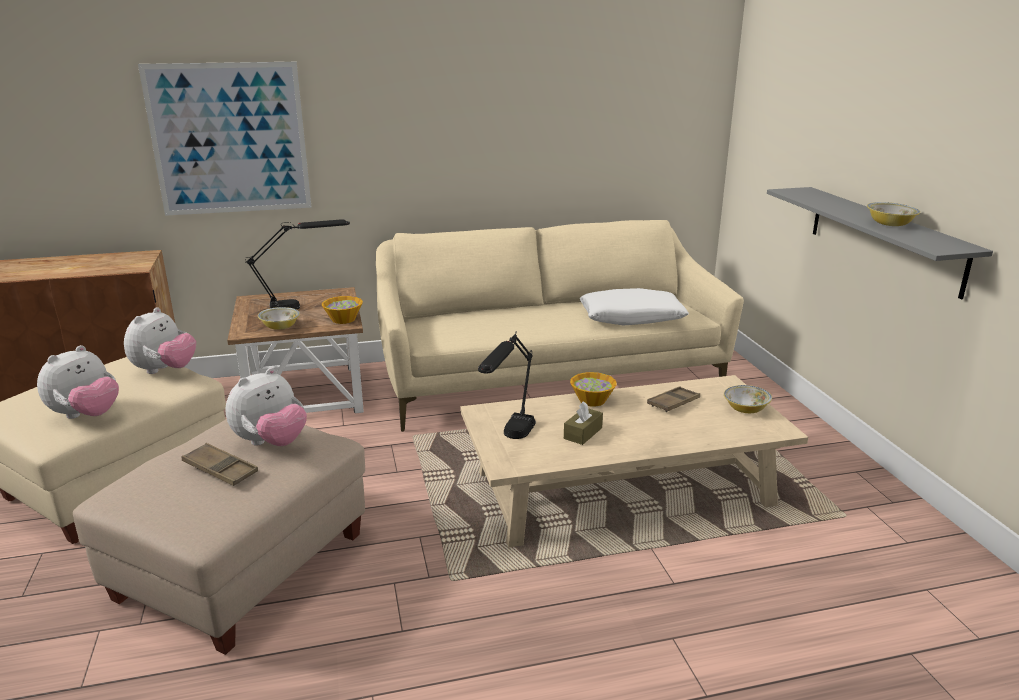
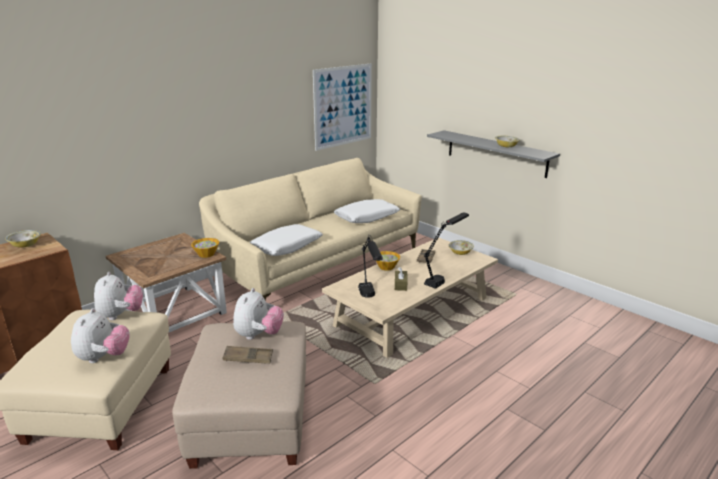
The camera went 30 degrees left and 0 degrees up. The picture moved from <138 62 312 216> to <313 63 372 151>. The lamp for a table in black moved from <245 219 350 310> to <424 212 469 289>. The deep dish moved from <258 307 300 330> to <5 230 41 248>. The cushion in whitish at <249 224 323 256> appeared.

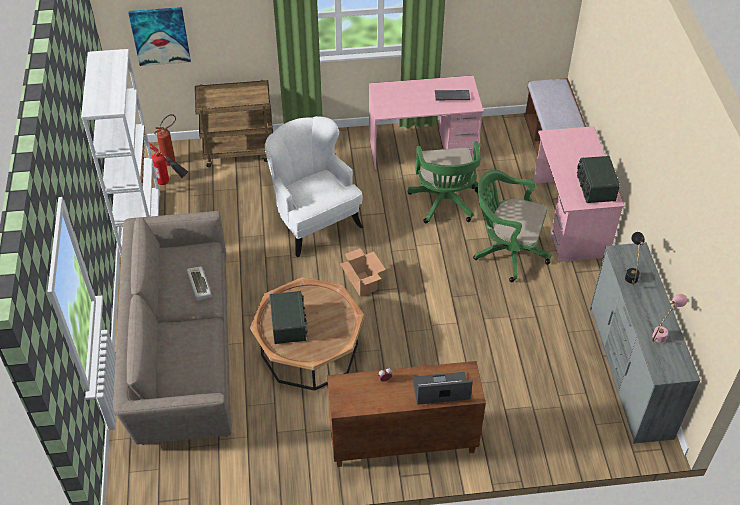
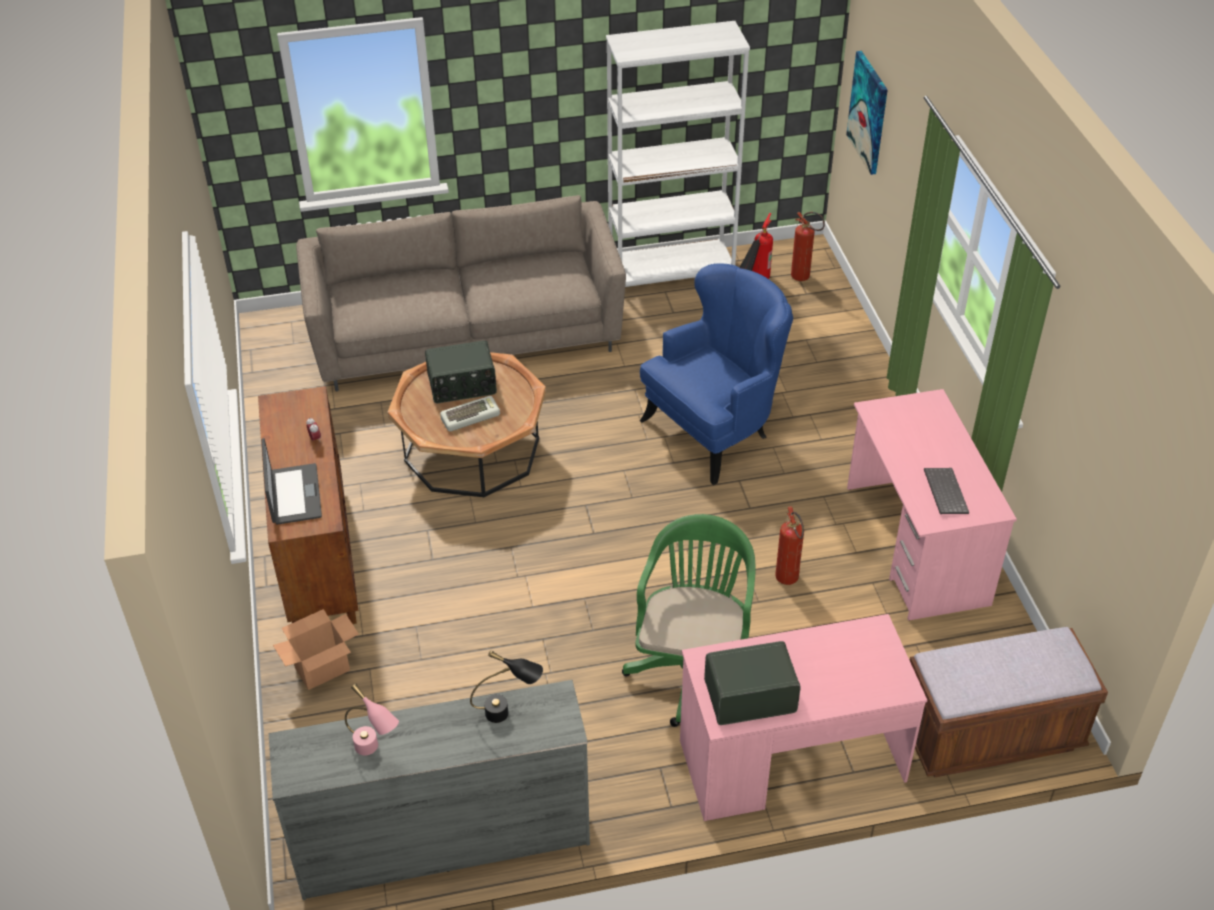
The camera went 85 degrees right and 5 degrees down. The PC keyboard moved from <187 266 212 301> to <440 396 500 431>. The cart in brownish at <195 80 273 167> disappeared. The lounge chair in whitish at <265 116 363 257> became the lounge chair in blue at <639 263 793 485>. The carton moved from <340 248 386 297> to <273 609 359 690>. The computer chair in green at <408 141 481 223> was replaced by the fire extinguisher at <775 506 804 585>.

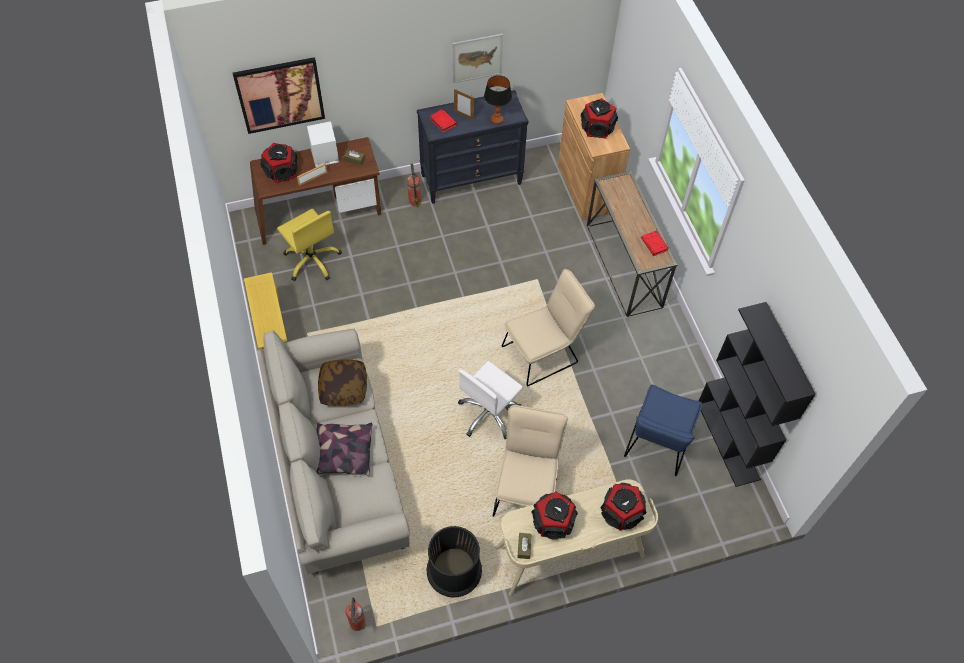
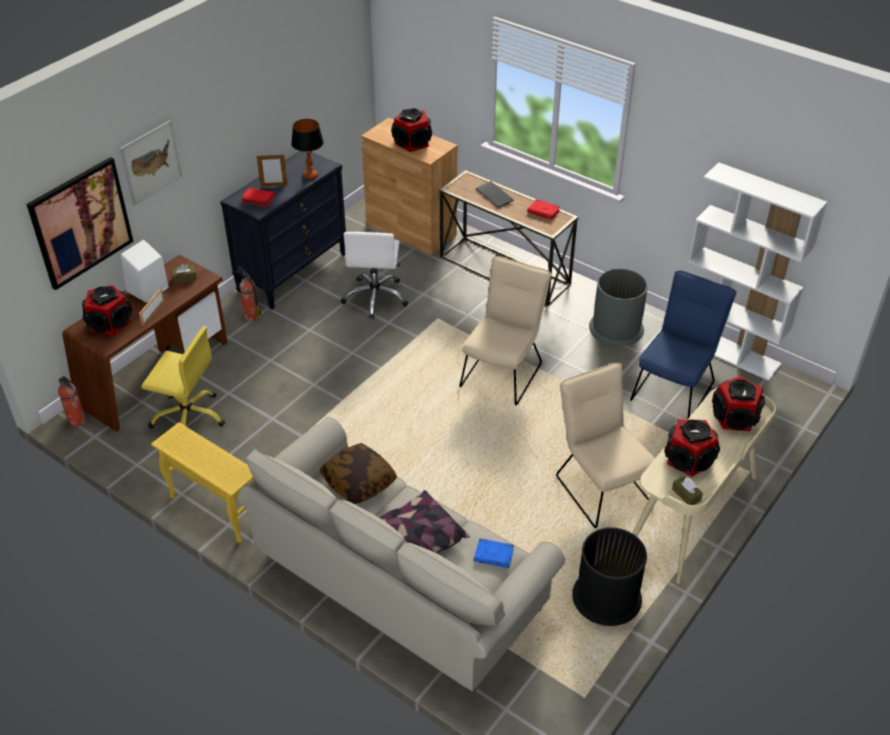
The camera went 35 degrees left and 15 degrees down. The fire extinguisher moved from <346 597 366 631> to <58 376 86 427>. The picture moved from <452 34 503 83> to <120 120 182 205>. The computer chair in whitish moved from <458 361 523 440> to <341 232 408 319>. The chair in blue at <624 385 702 476> turned 135 degrees counterclockwise. The bookshelf in black at <699 302 816 487> became the bookshelf in whitish at <688 162 827 381>. The bound book in blue at <474 538 514 568> appeared. The PC keyboard at <476 181 514 208> appeared. The waste bin in gray at <589 268 648 346> appeared.

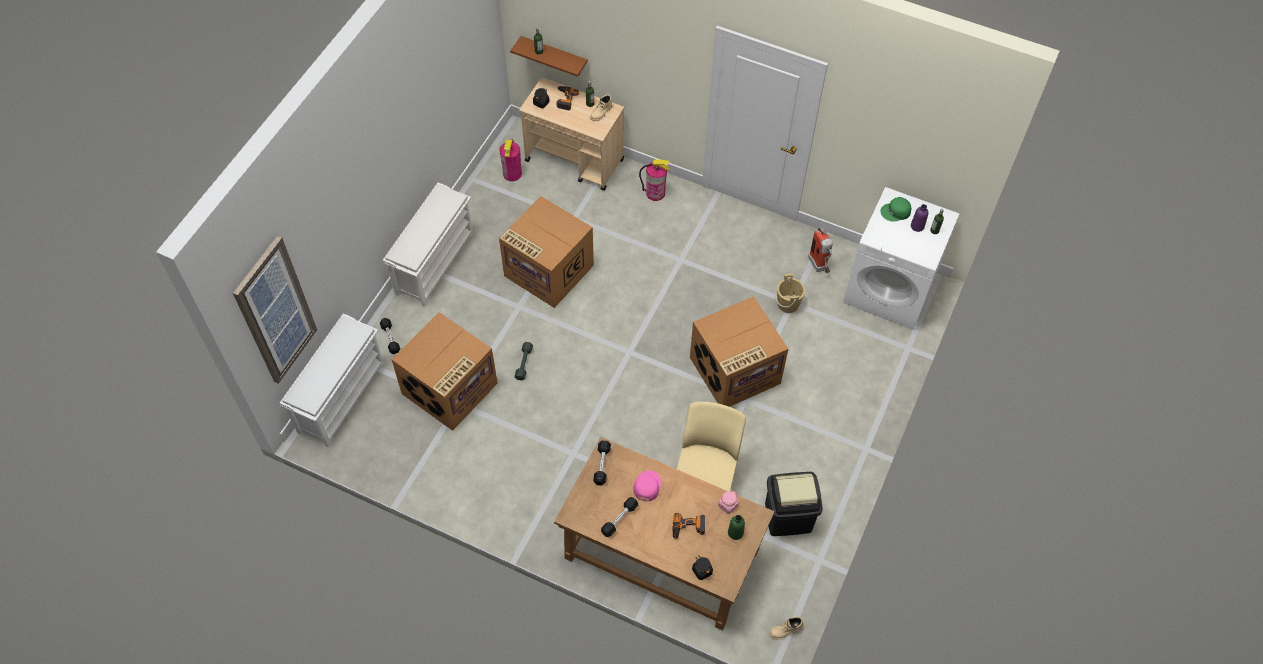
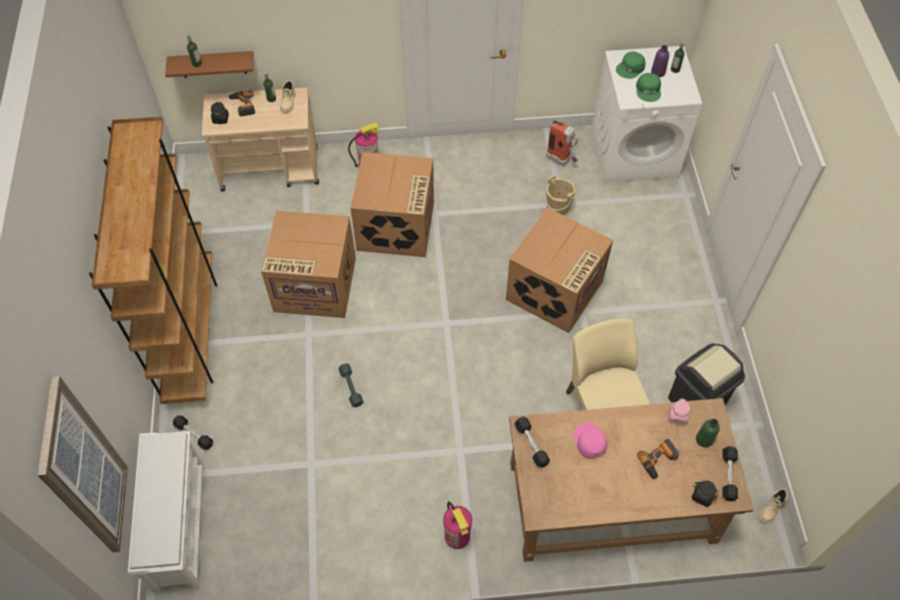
The camera went 30 degrees left and 0 degrees up. The shoe shelf in whitish at <383 183 473 307> was replaced by the bookshelf in brownish at <89 117 217 404>. The carton moved from <391 312 498 431> to <351 152 434 257>. The fire extinguisher moved from <499 139 522 181> to <443 501 472 549>. The free weight in black moved from <601 497 639 537> to <723 446 738 502>. The peaked cap in green at <636 73 661 102> appeared.

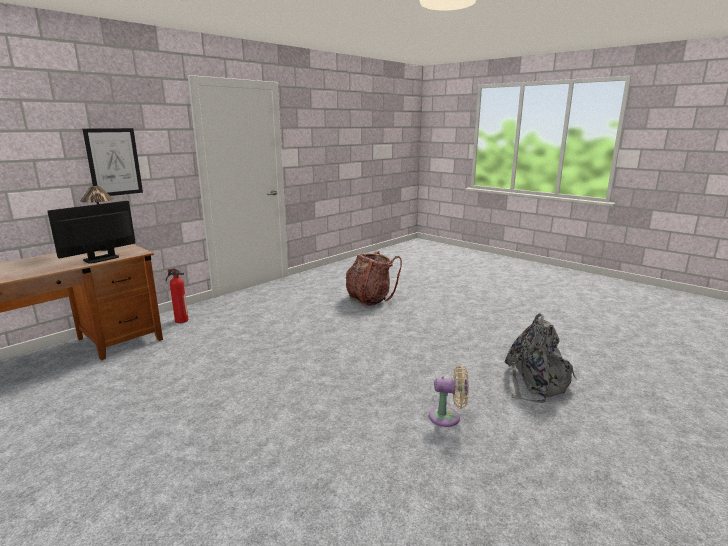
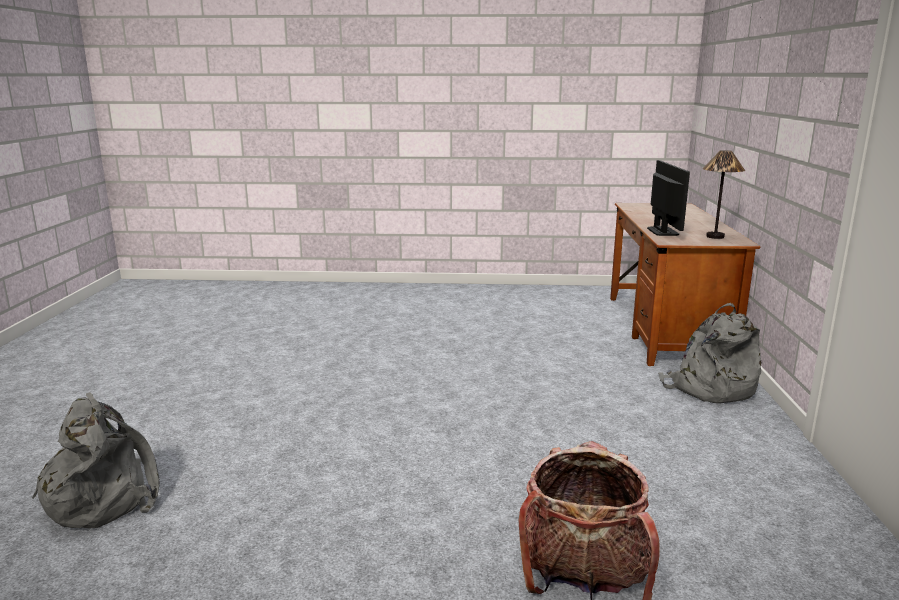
The camera went 140 degrees right and 0 degrees up. The picture at <83 128 143 196> disappeared. The fire extinguisher at <166 269 188 323> was replaced by the backpack in gray at <658 303 761 404>. The cooling fan in beige at <429 365 469 427> disappeared.

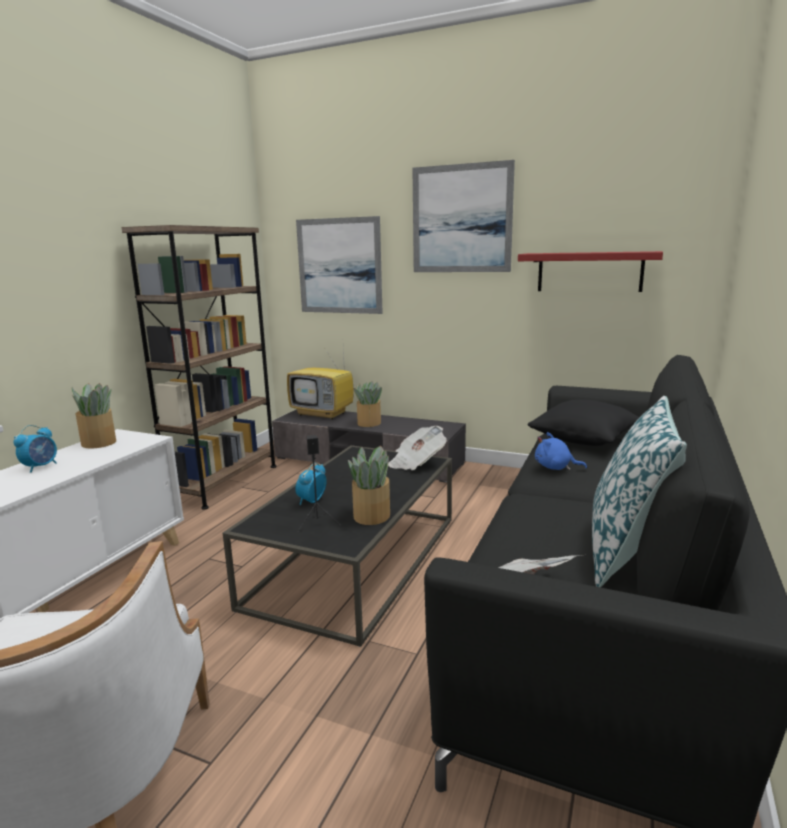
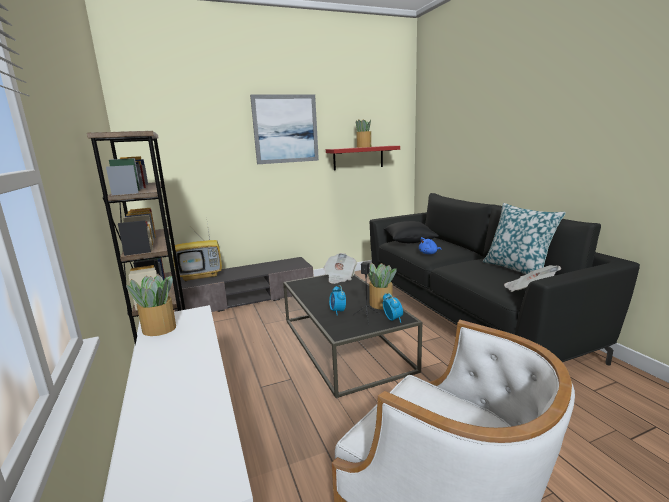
The camera went 45 degrees left and 0 degrees up. The alarm clock moved from <13 425 57 473> to <383 293 403 323>. The picture at <296 216 383 314> disappeared. The houseplant moved from <353 381 382 427> to <356 119 371 148>.

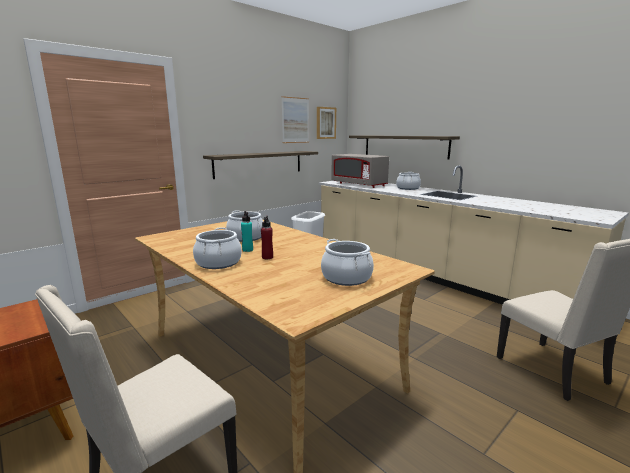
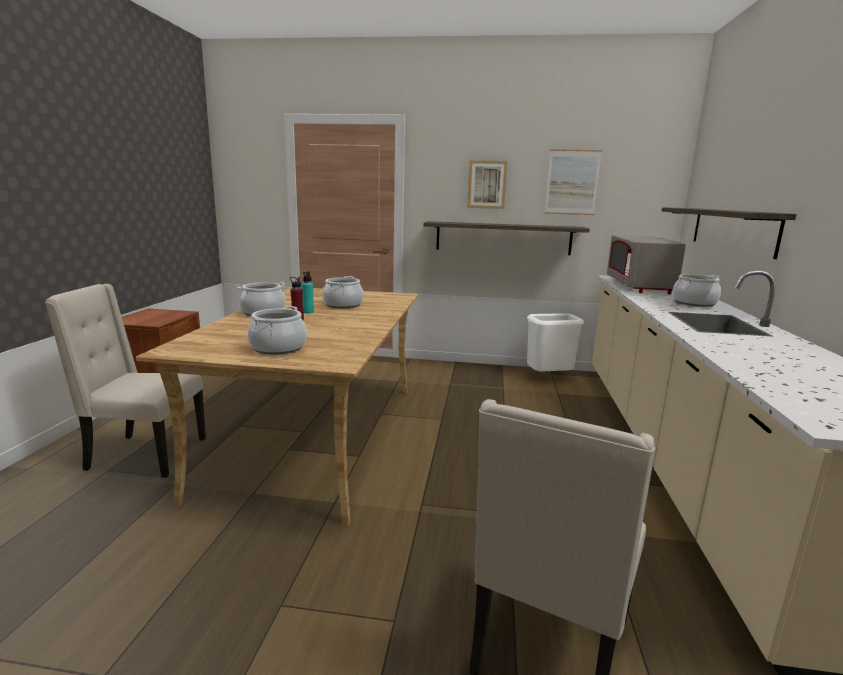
The camera went 50 degrees right and 0 degrees up. The picture moved from <317 107 336 139> to <467 161 508 209>.

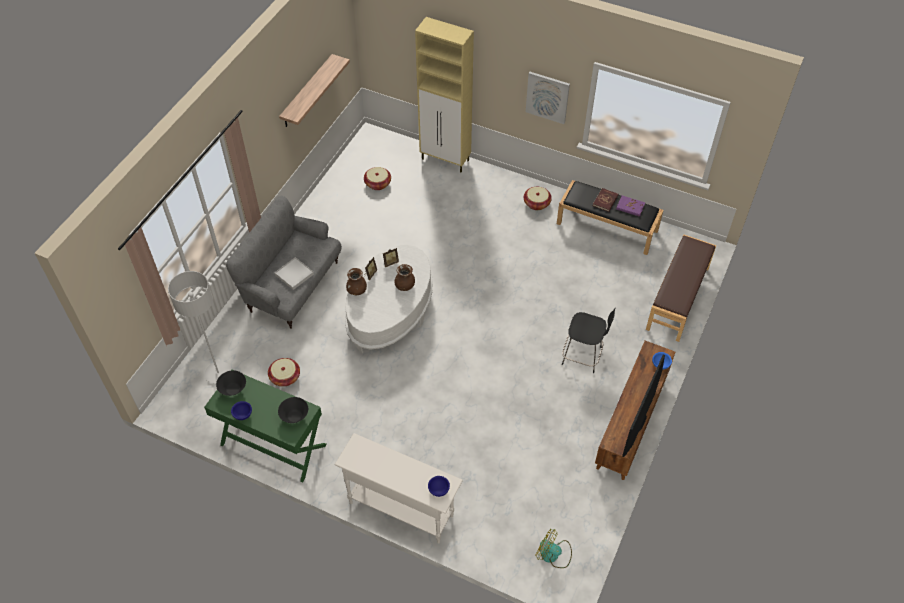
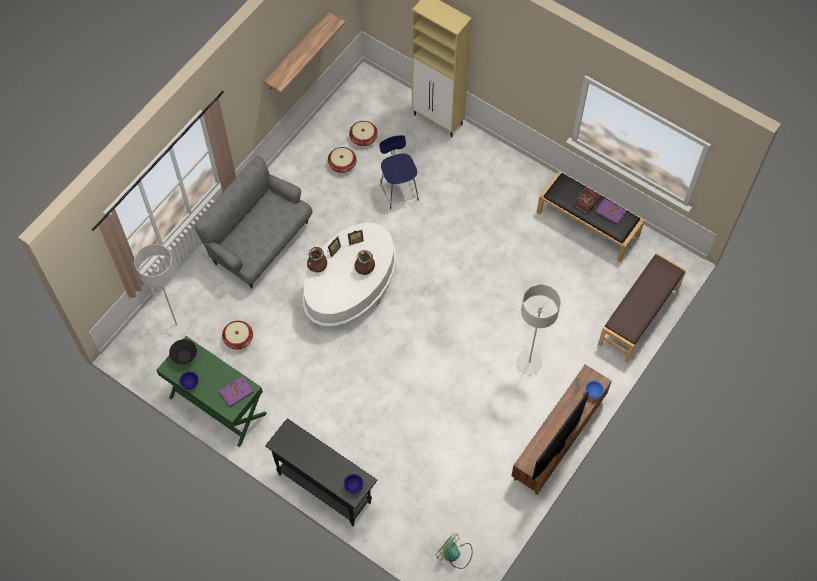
The camera went 10 degrees right and 10 degrees up. The carrying tray in whitish at <275 257 314 290> disappeared. The deep dish in black at <278 397 308 423> was replaced by the bound book in purple at <219 376 254 407>. The console table in whitish at <334 433 463 543> became the console table in black at <265 418 377 526>. The household basket moved from <524 187 552 210> to <328 147 356 173>. The picture at <526 72 570 124> disappeared. The stool in black at <562 309 615 373> was replaced by the floor lamp in gray at <516 284 561 374>. The stool in blue at <379 135 419 209> appeared.

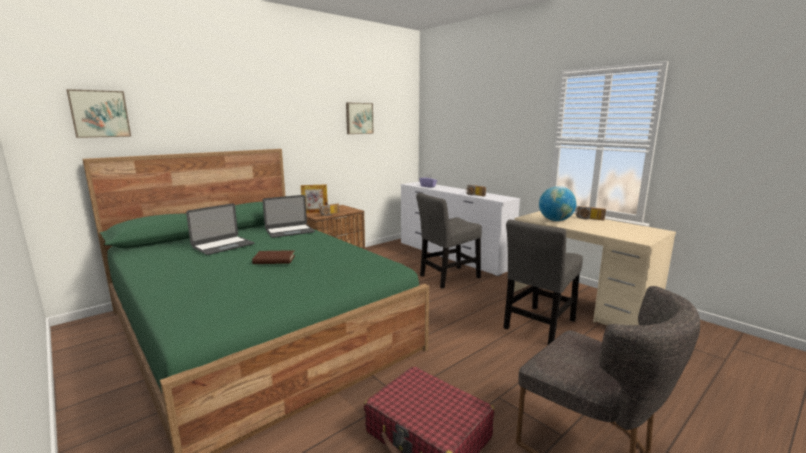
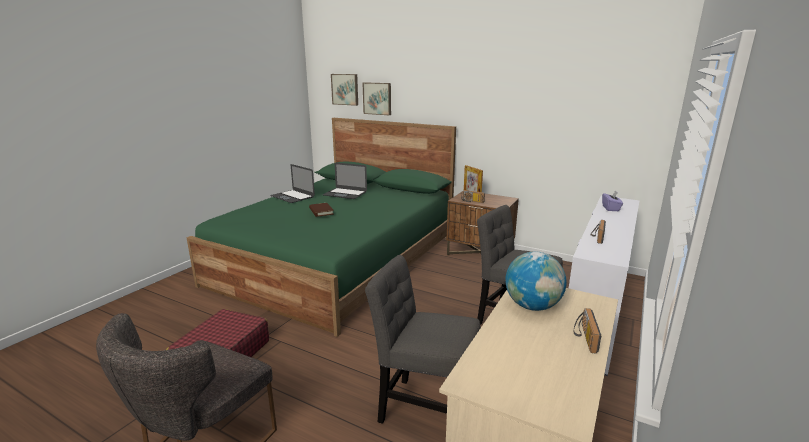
The camera went 70 degrees right and 5 degrees up. The laptop moved from <262 195 315 238> to <270 164 315 203>. The picture moved from <346 103 374 134> to <363 82 391 115>.

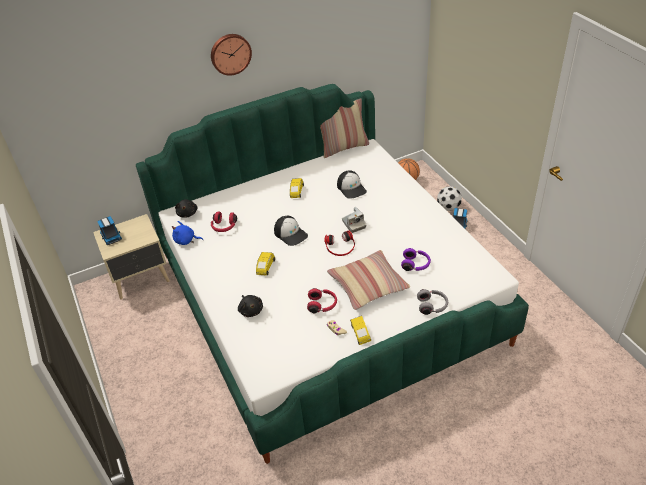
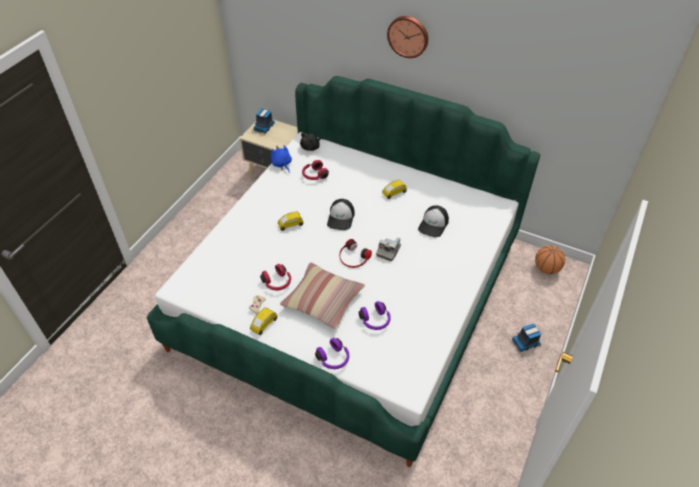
The camera went 50 degrees right and 5 degrees up. The plush toy in black at <238 295 263 317> disappeared. The cushion at <320 98 369 158> disappeared. The pair of headphones in gray at <417 289 448 315> became the pair of headphones in purple at <315 338 349 369>. The football at <437 186 462 211> disappeared.

